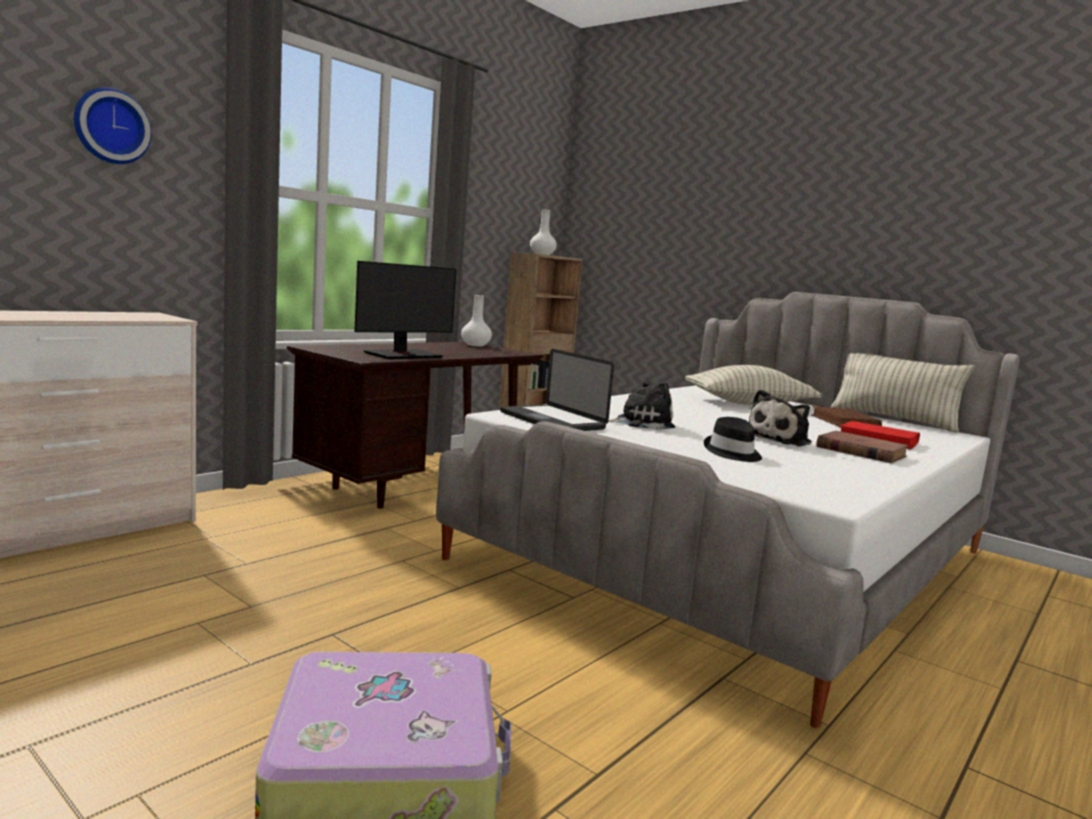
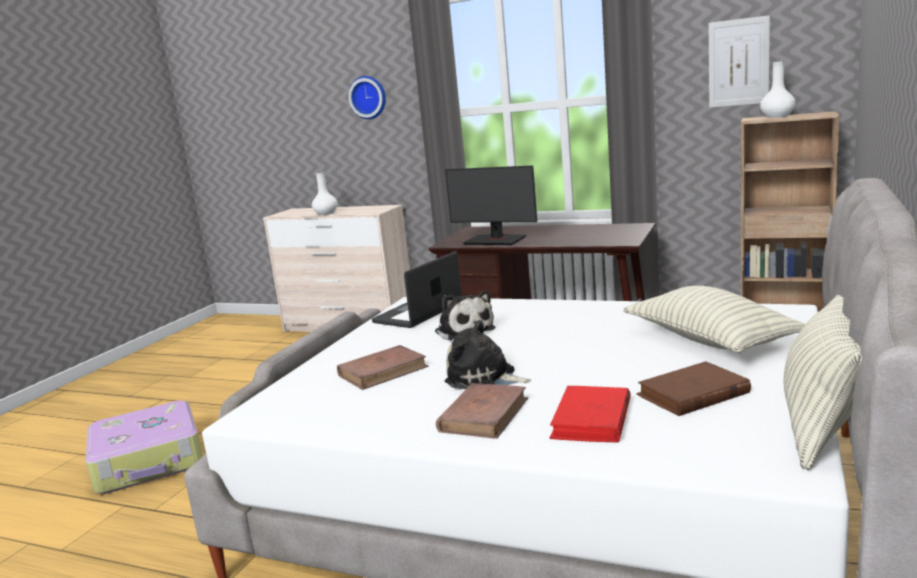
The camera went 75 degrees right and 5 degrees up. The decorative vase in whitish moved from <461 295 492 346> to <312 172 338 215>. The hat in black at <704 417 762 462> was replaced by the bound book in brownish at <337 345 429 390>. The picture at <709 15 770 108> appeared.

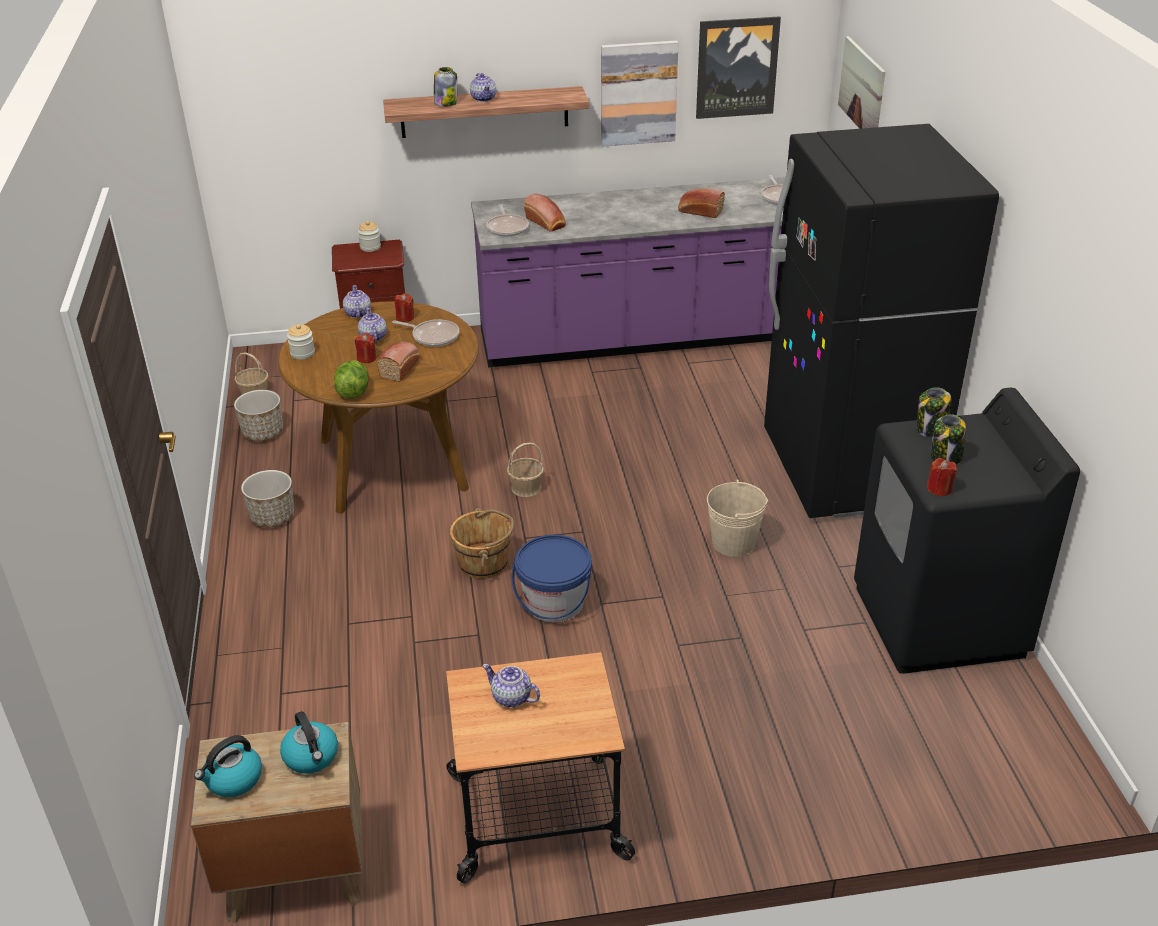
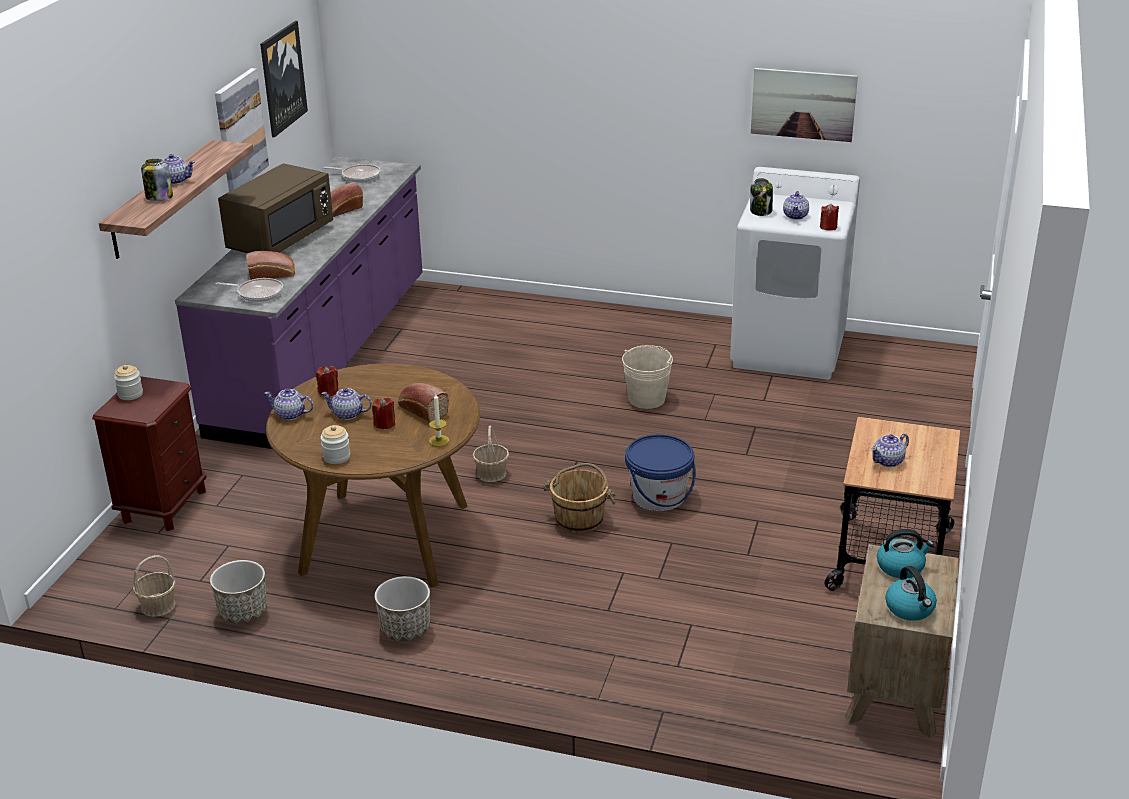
The camera went 65 degrees left and 5 degrees down. The lettuce head at <334 360 369 399> was replaced by the wax light at <429 394 449 446>. The frying pan at <392 319 459 347> disappeared. The fridge in black at <764 124 999 518> disappeared. The picture moved from <838 36 885 129> to <751 68 858 142>. The laundry machine in black at <854 388 1080 674> became the laundry machine in whitish at <730 167 860 380>. The preserve jar at <931 414 966 465> was replaced by the pot for tea at <783 191 809 220>. The microwave oven in brownish at <218 163 333 253> appeared.

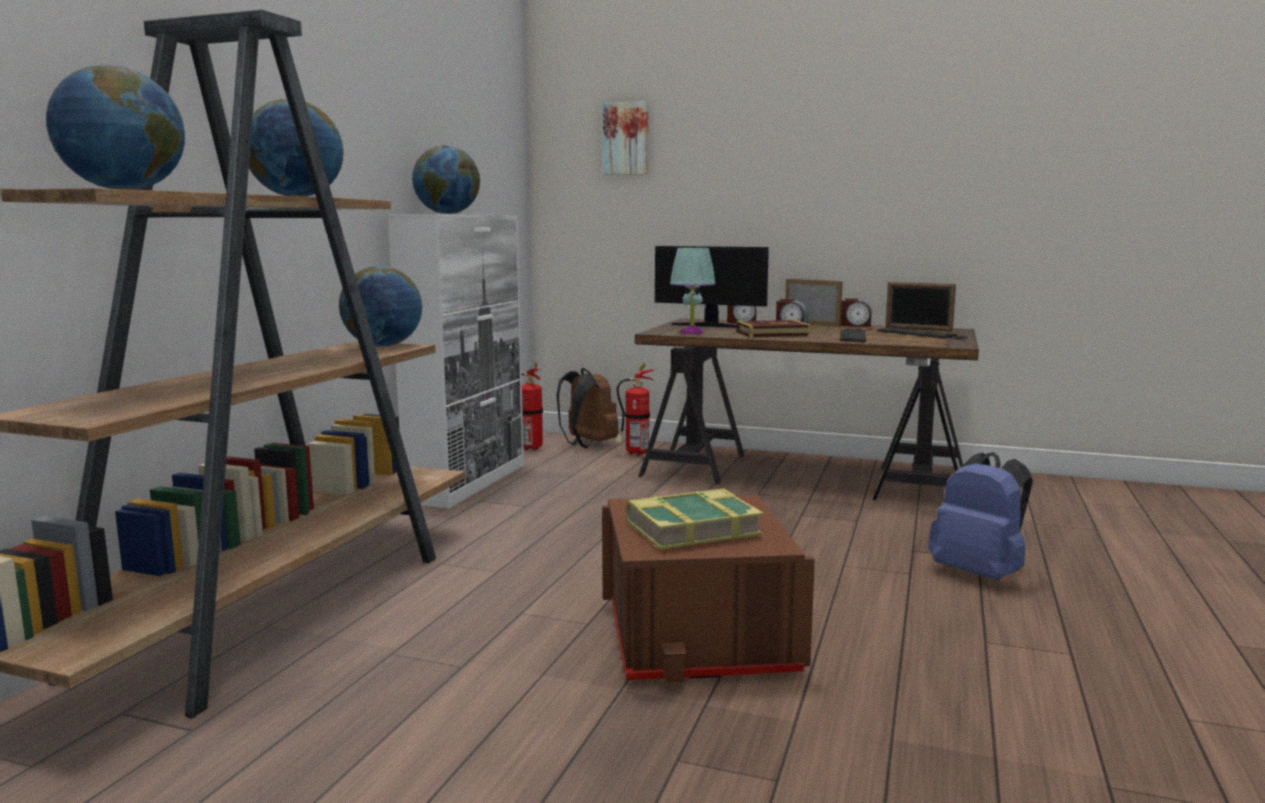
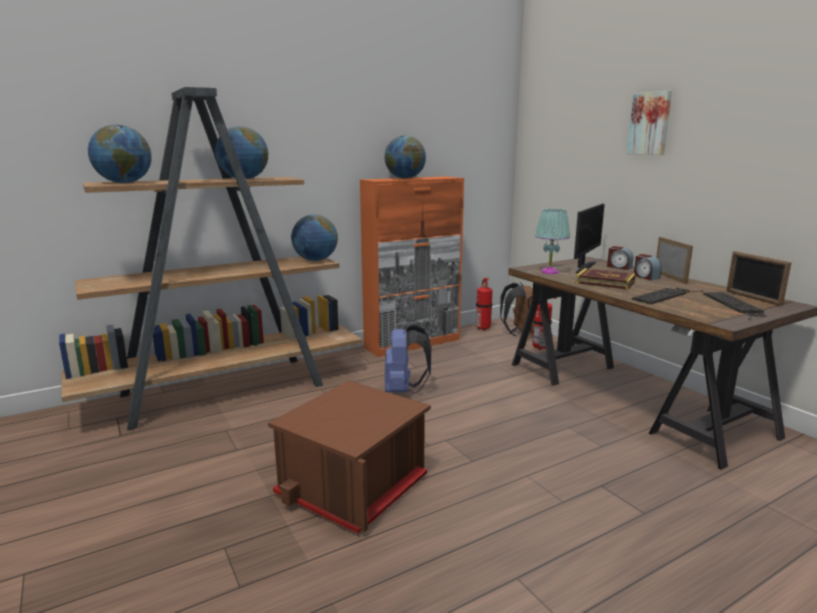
The camera went 40 degrees right and 5 degrees up. The cabinet in whitish at <388 214 524 509> became the cabinet in orange-coloured at <360 176 464 357>. The picture moved from <603 101 648 175> to <627 91 672 155>. The bound book at <626 488 763 550> disappeared. The computer screen at <655 246 769 328> turned 120 degrees counterclockwise. The alarm clock at <841 298 872 327> disappeared. The backpack in blue moved from <928 452 1033 580> to <385 324 431 394>.

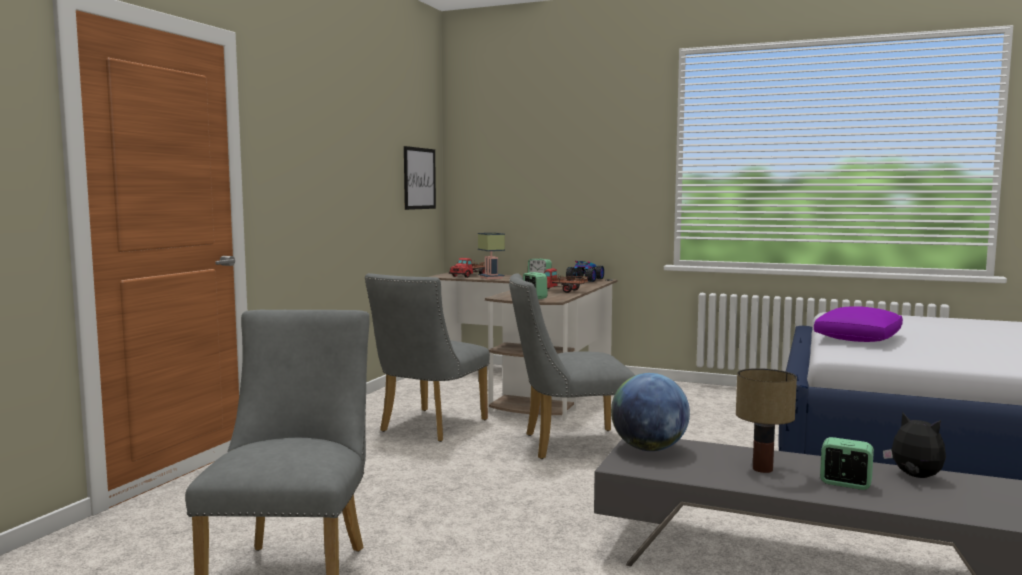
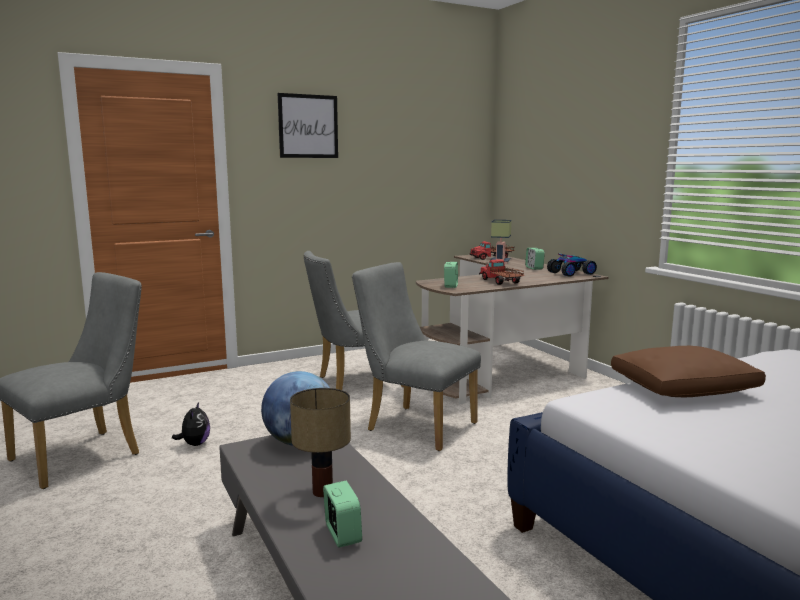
The camera went 40 degrees right and 5 degrees up. The picture moved from <404 146 436 210> to <278 93 338 158>. The cushion in purple at <814 306 903 342> became the cushion in brownish at <611 346 766 397>. The plush toy moved from <883 413 946 478> to <172 402 210 446>.

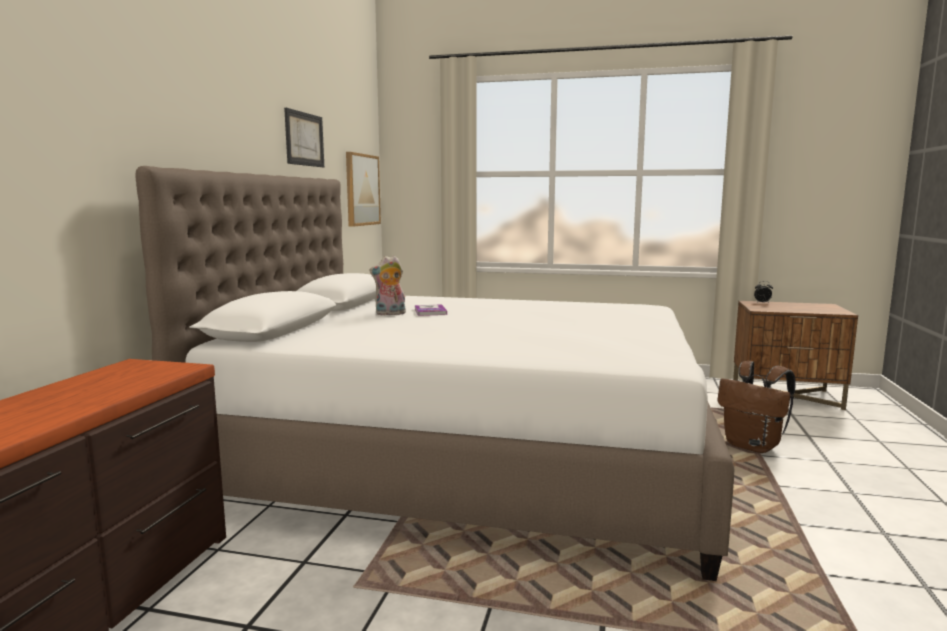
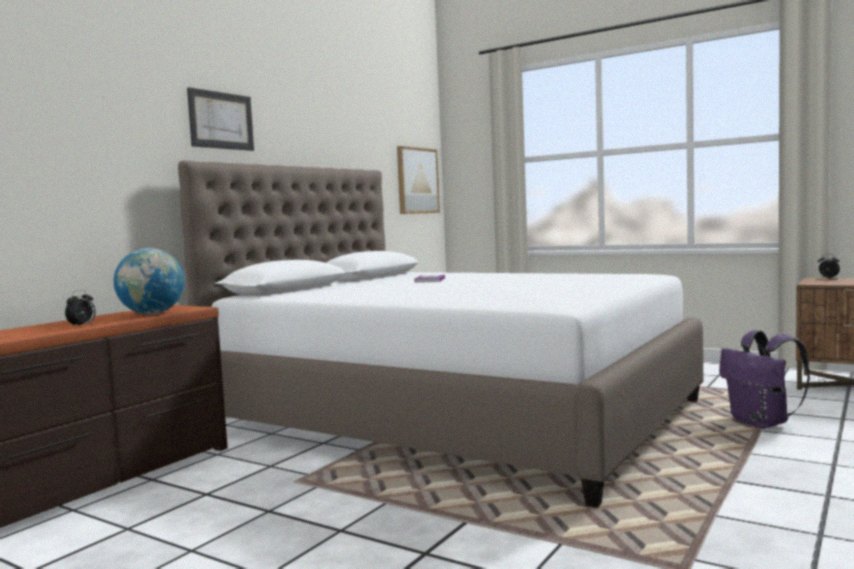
The camera went 20 degrees right and 5 degrees down. The picture moved from <284 108 324 167> to <187 87 254 151>. The plush toy at <369 255 406 315> disappeared. The backpack in brownish at <718 361 796 453> became the backpack in purple at <719 330 810 429>. The alarm clock at <65 290 96 328> appeared. The desk globe at <114 248 185 314> appeared.

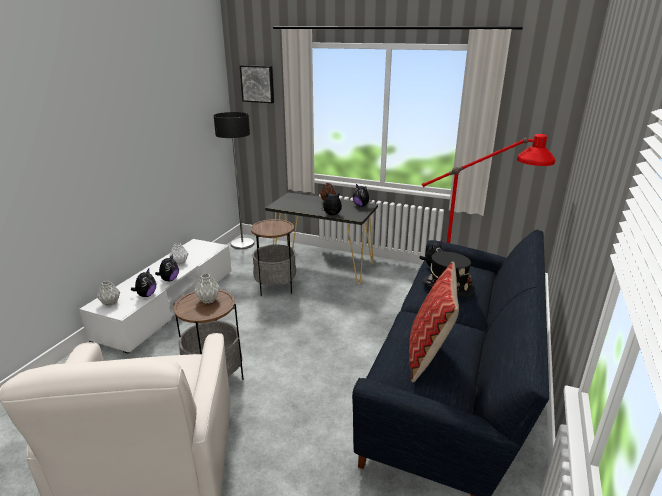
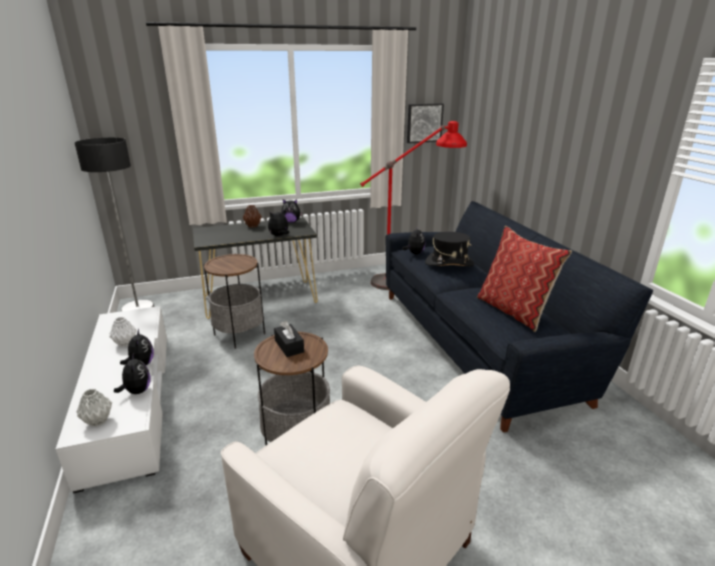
The camera went 40 degrees left and 0 degrees up. The decorative vase in gray at <194 273 220 303> was replaced by the tissue holder in black at <274 321 304 357>. The picture moved from <240 65 274 103> to <407 103 444 143>.

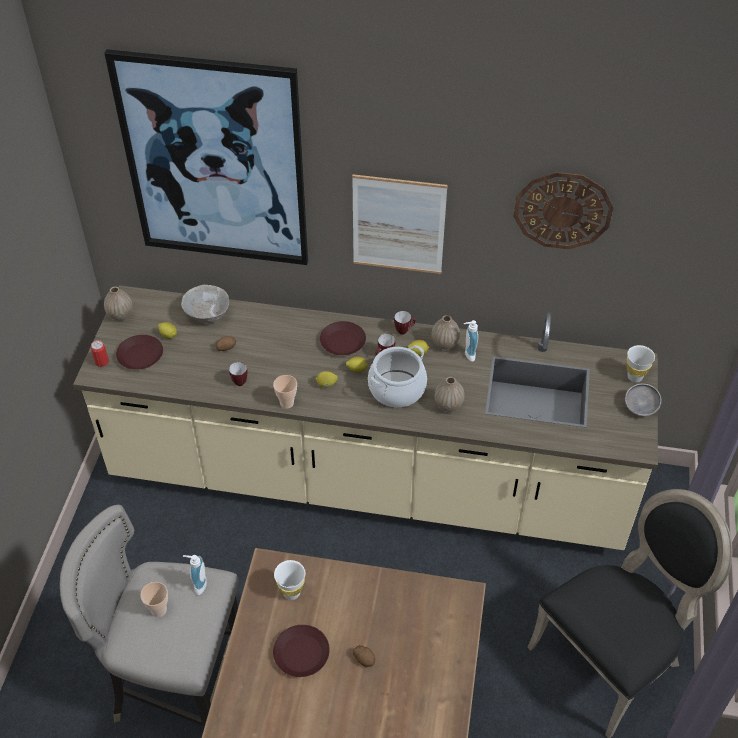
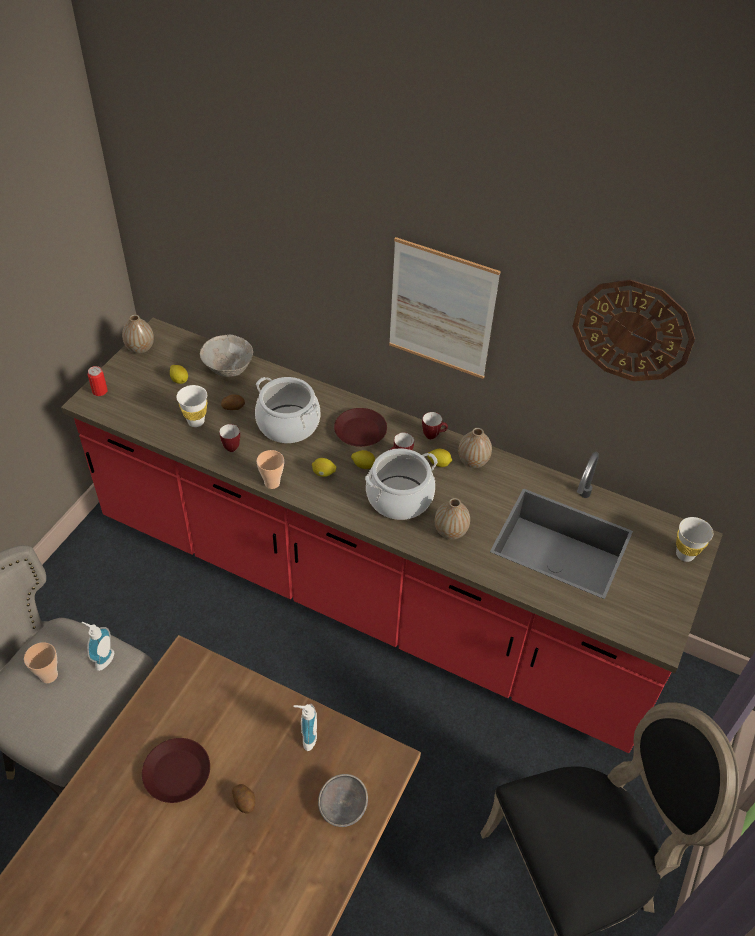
The camera went 15 degrees right and 0 degrees up. The kitchen counter in beige at <73 285 658 550> became the kitchen counter in red-coloured at <61 318 723 753>. The picture at <104 49 308 265> disappeared. The dinner plate in brownish at <116 335 163 370> disappeared. The small cup in whitish moved from <274 560 305 600> to <176 385 207 427>. The soap bottle moved from <464 320 478 362> to <294 704 317 751>. The deep dish in gray moved from <625 384 662 416> to <318 774 368 827>. The stockpot at <255 377 320 443> appeared.

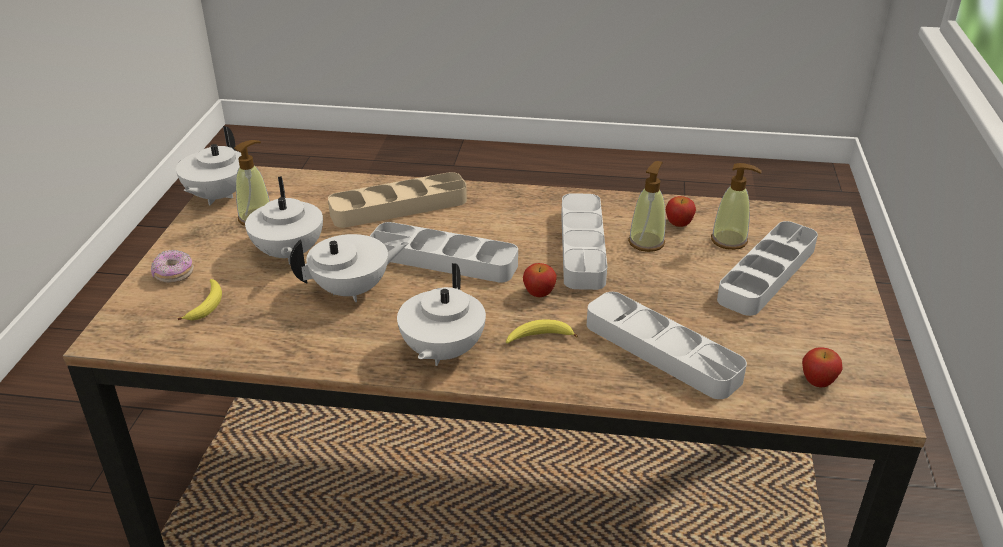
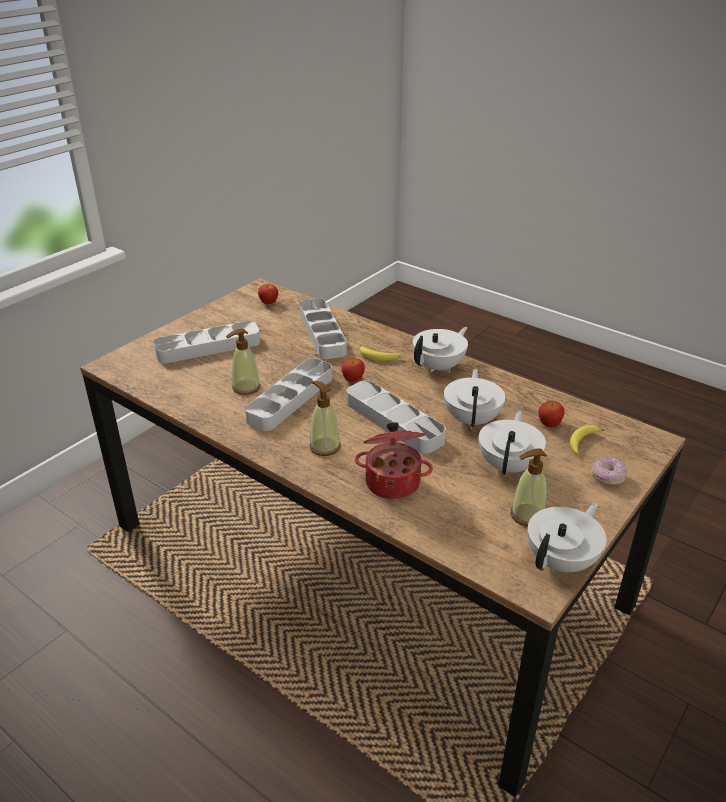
The camera went 150 degrees left and 0 degrees up. The pot for tea in whitish at <290 234 408 302> turned 90 degrees clockwise. The carrying tray in beige at <328 172 467 228> was replaced by the stockpot at <355 422 433 500>. The whole apple moved from <666 196 696 227> to <538 401 564 427>. The soap bottle moved from <711 163 762 250> to <310 381 341 456>.

